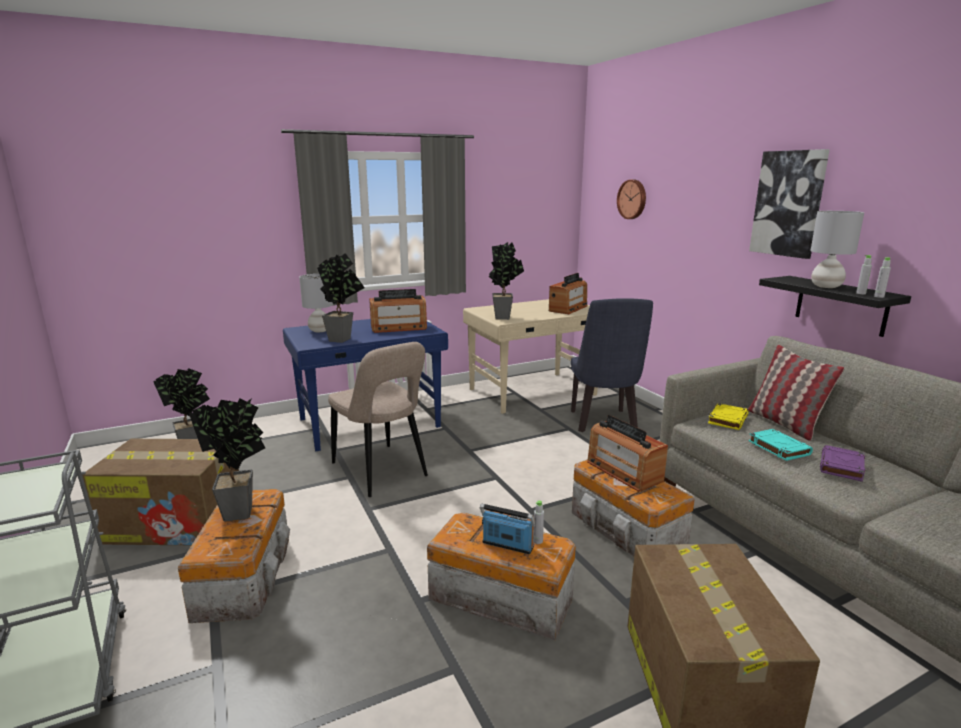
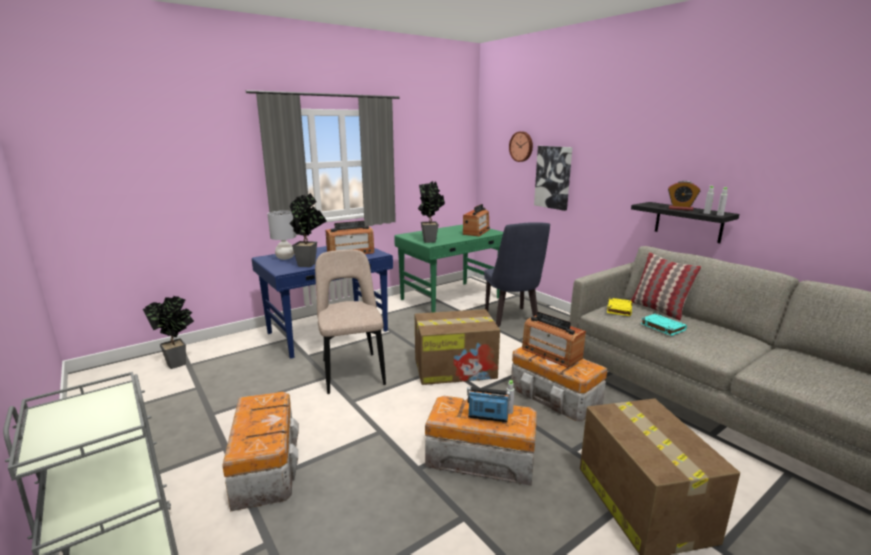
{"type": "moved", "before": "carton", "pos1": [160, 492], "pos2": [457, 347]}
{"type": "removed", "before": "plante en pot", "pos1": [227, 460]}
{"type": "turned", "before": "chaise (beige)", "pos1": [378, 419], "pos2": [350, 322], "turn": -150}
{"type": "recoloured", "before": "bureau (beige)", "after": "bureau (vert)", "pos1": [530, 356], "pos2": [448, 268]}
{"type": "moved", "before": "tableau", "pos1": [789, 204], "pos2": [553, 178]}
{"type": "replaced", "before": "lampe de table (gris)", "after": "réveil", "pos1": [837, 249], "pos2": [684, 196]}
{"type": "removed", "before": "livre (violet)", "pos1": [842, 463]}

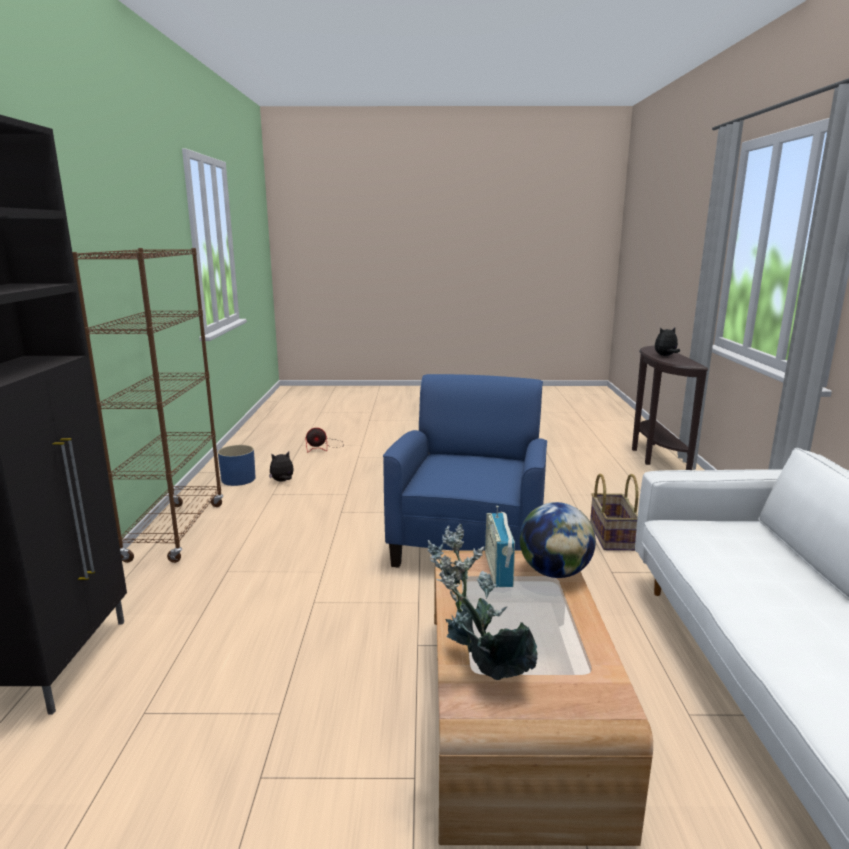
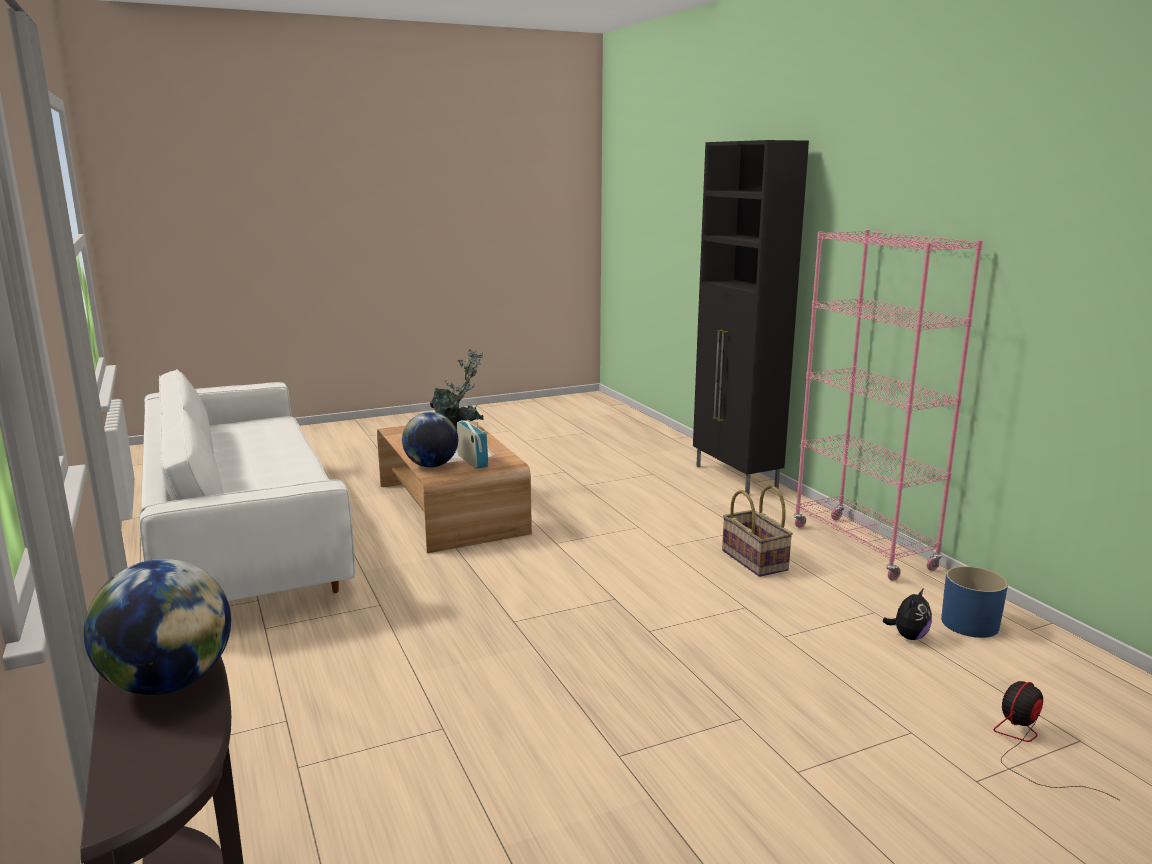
{"type": "recoloured", "before": "bibliothèque (marron)", "after": "bibliothèque (rose)", "pos1": [147, 405], "pos2": [888, 405]}
{"type": "removed", "before": "fauteuil (bleu)", "pos1": [465, 471]}
{"type": "moved", "before": "panier", "pos1": [614, 512], "pos2": [757, 531]}
{"type": "replaced", "before": "peluche", "after": "globe", "pos1": [667, 341], "pos2": [157, 627]}

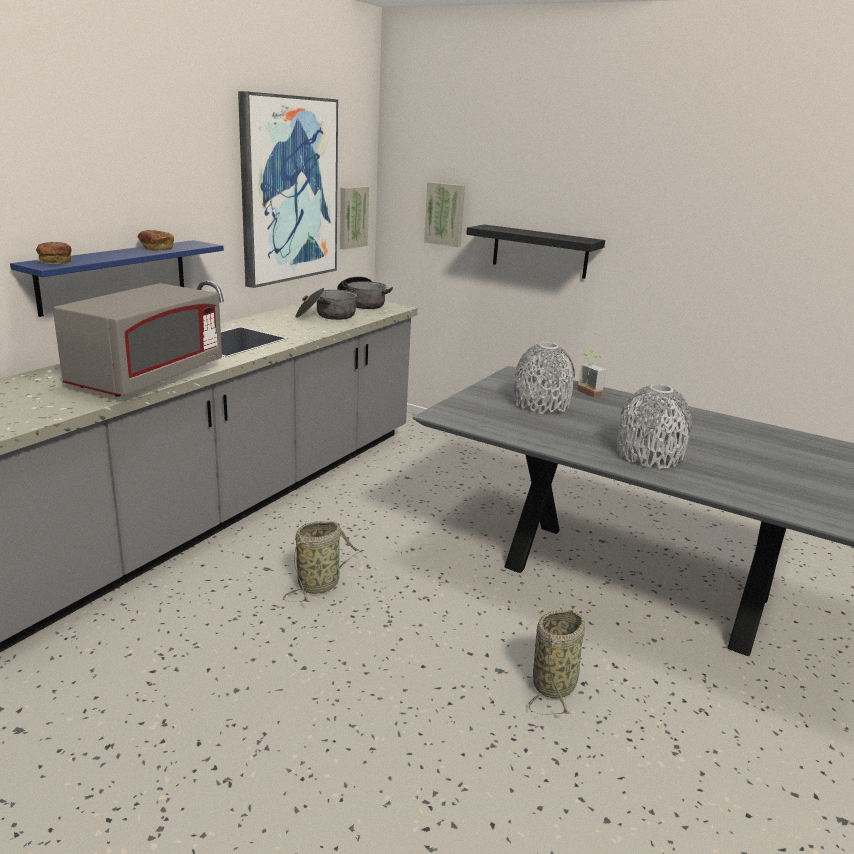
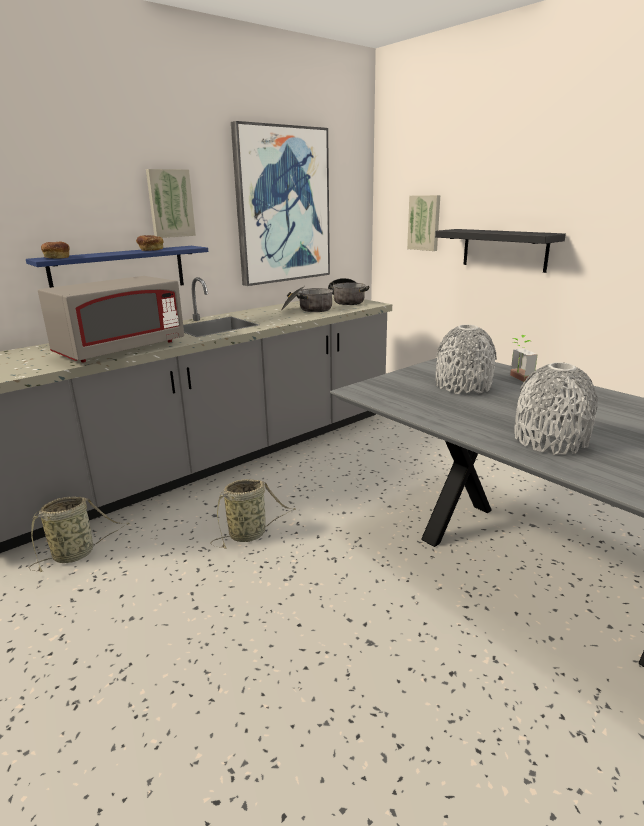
{"type": "moved", "before": "tableau", "pos1": [354, 218], "pos2": [171, 203]}
{"type": "moved", "before": "panier", "pos1": [556, 662], "pos2": [79, 534]}

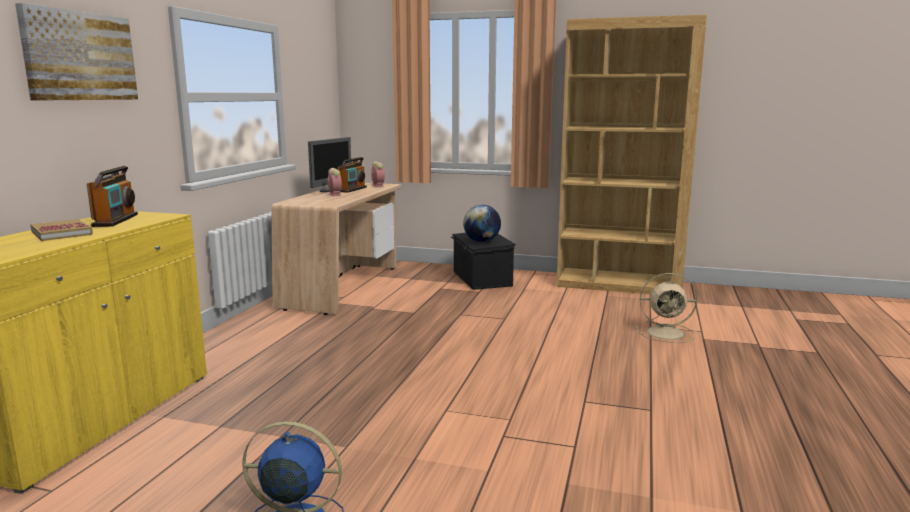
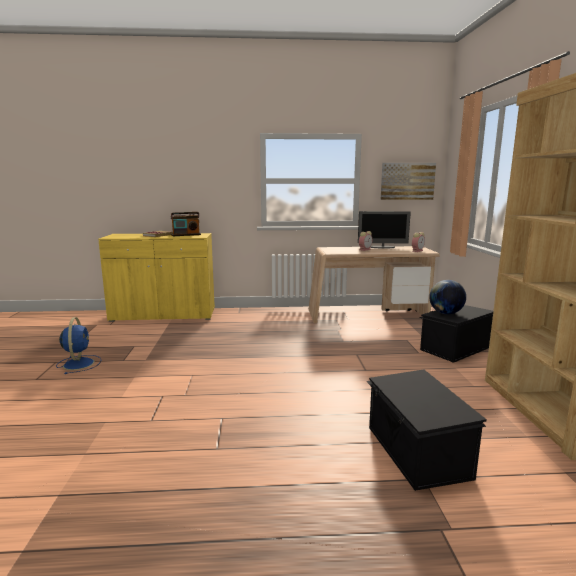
{"type": "moved", "before": "tableau", "pos1": [76, 52], "pos2": [408, 181]}
{"type": "removed", "before": "radio", "pos1": [352, 175]}
{"type": "replaced", "before": "ventilateur (beige)", "after": "boîte de rangement (noir)", "pos1": [666, 308], "pos2": [427, 430]}

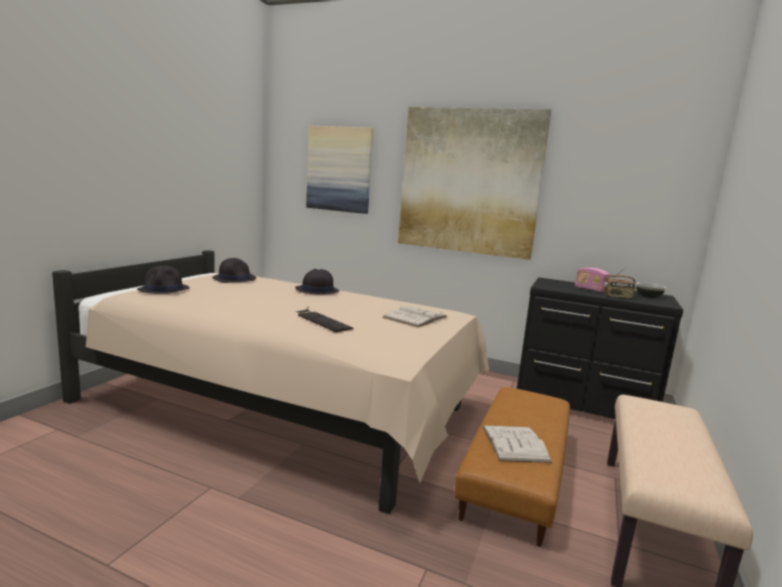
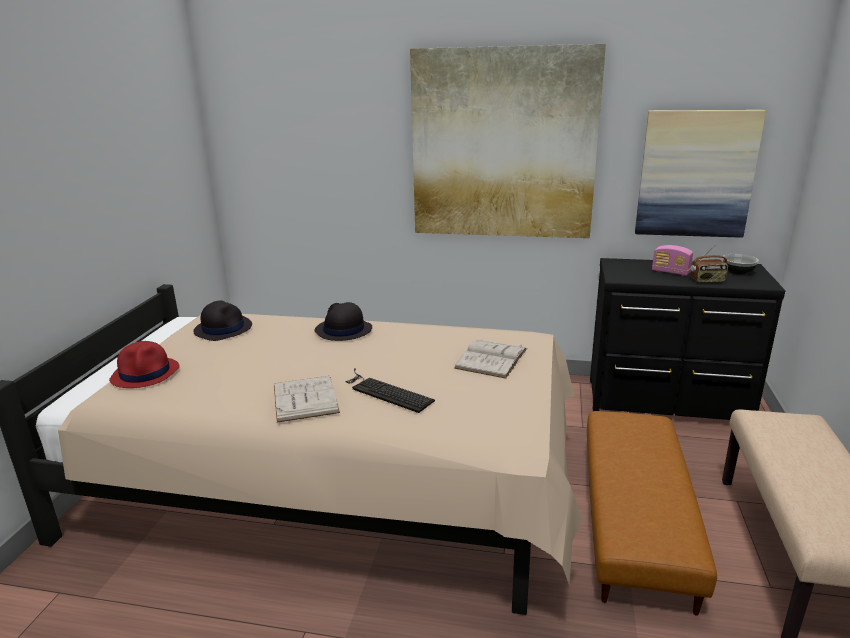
{"type": "recoloured", "before": "chapeau (noir)", "after": "chapeau (rouge)", "pos1": [163, 280], "pos2": [144, 364]}
{"type": "moved", "before": "tableau", "pos1": [339, 170], "pos2": [700, 174]}
{"type": "moved", "before": "livre (blanc)", "pos1": [517, 444], "pos2": [307, 399]}

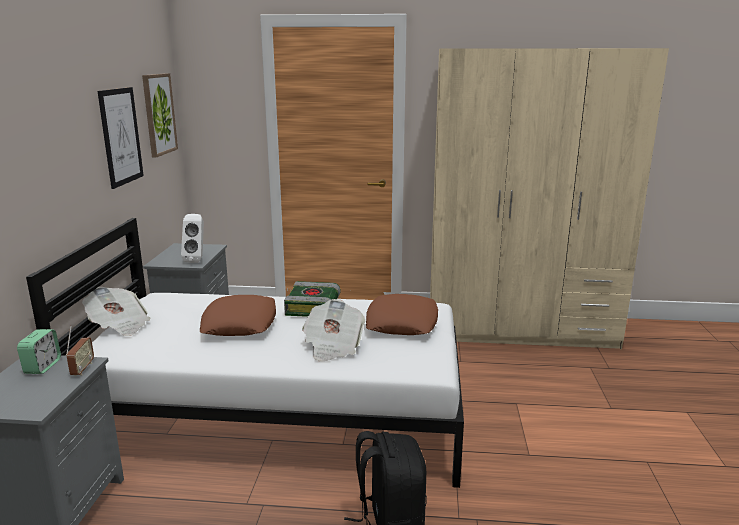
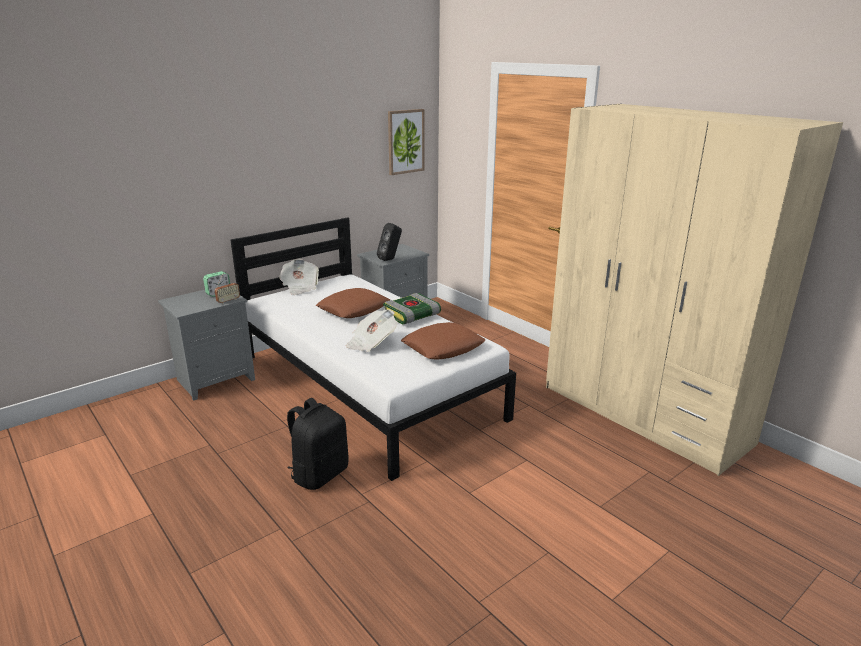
{"type": "removed", "before": "tableau", "pos1": [120, 138]}
{"type": "recoloured", "before": "enceinte (blanc)", "after": "enceinte (noir)", "pos1": [192, 238], "pos2": [389, 242]}

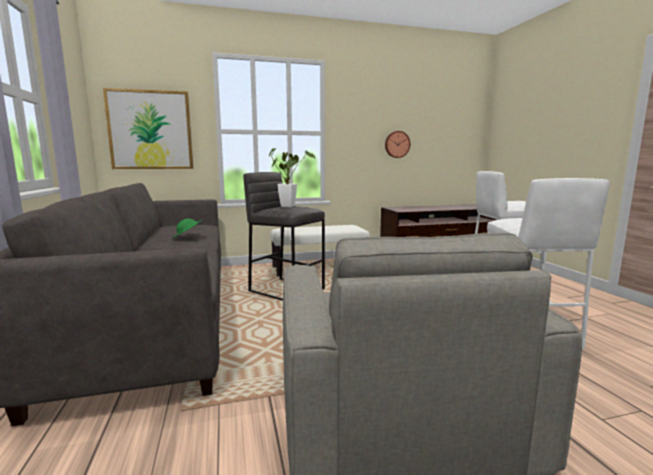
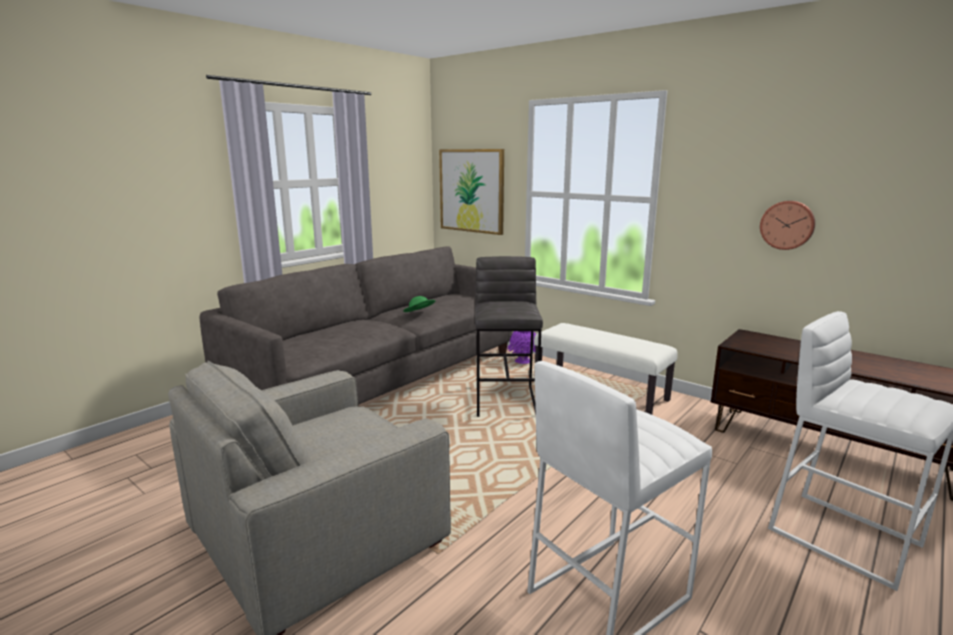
{"type": "removed", "before": "plante en pot", "pos1": [292, 177]}
{"type": "added", "after": "vase (violet)", "pos2": [521, 347]}

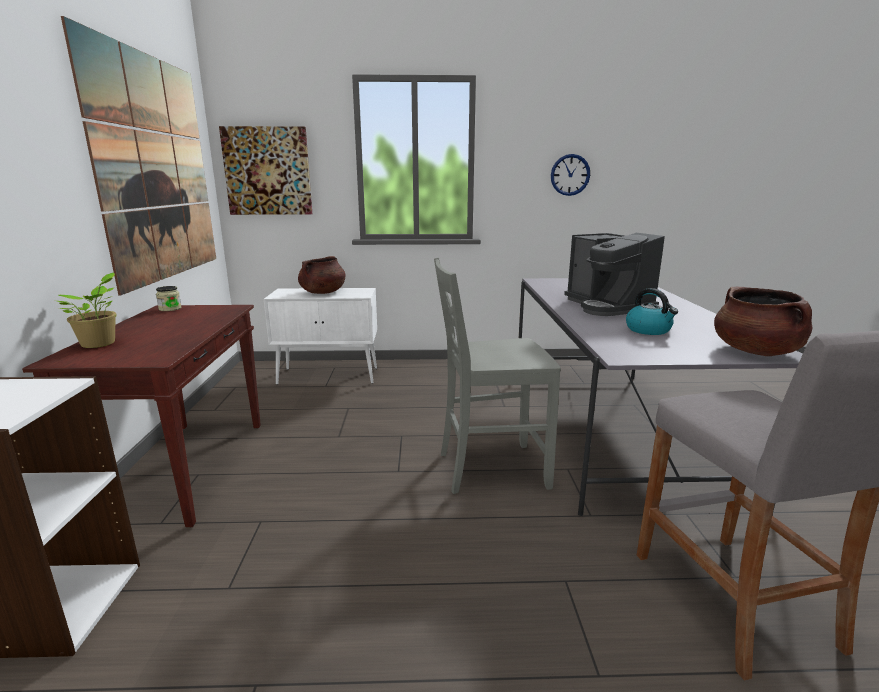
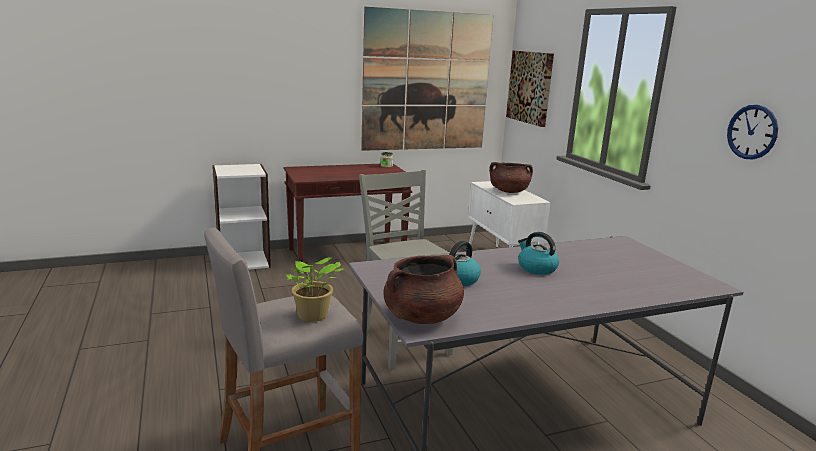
{"type": "moved", "before": "plante en pot", "pos1": [87, 310], "pos2": [314, 289]}
{"type": "replaced", "before": "machine à café", "after": "bouilloire", "pos1": [614, 274], "pos2": [538, 253]}

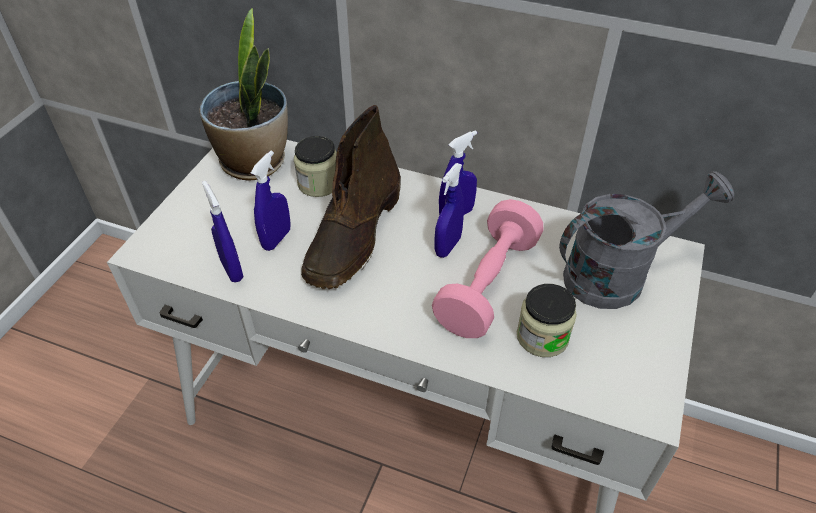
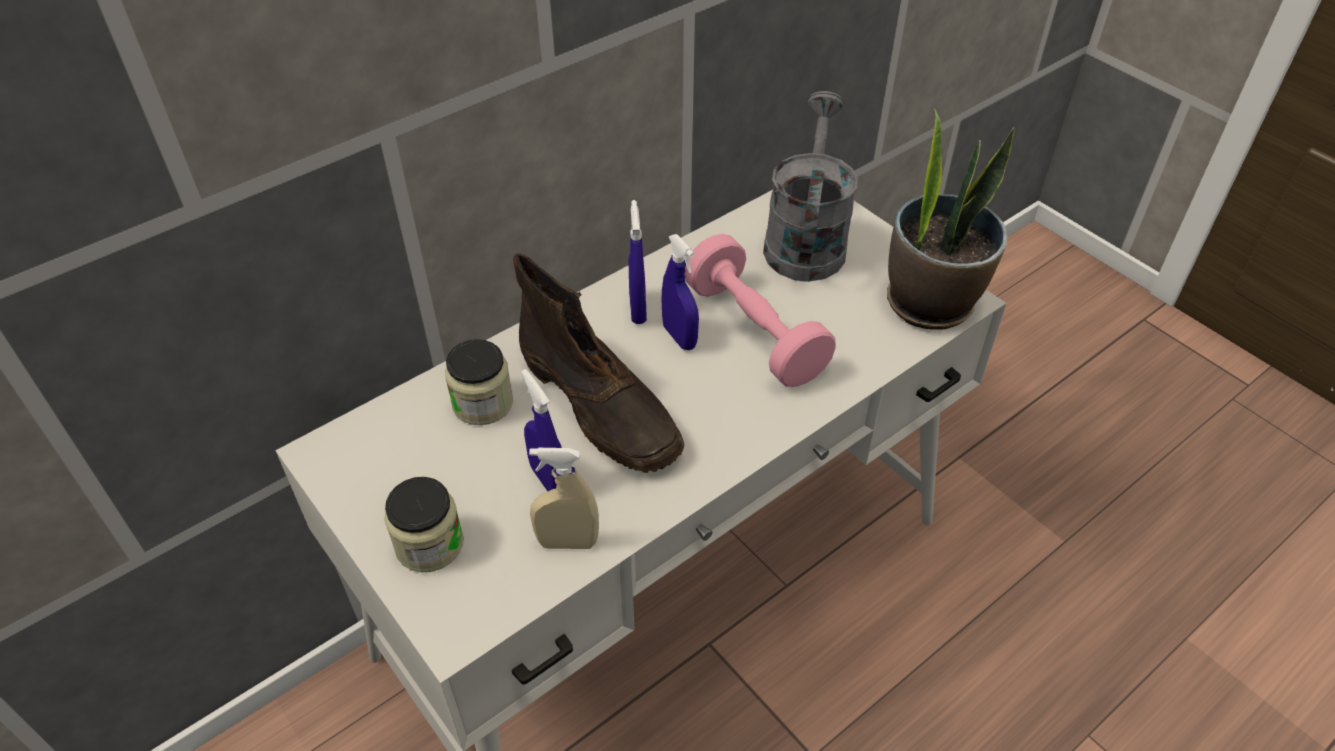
{"type": "moved", "before": "plante en pot", "pos1": [243, 94], "pos2": [951, 219]}
{"type": "recoloured", "before": "vaporisateur (bleu)", "after": "vaporisateur (beige)", "pos1": [222, 231], "pos2": [564, 498]}
{"type": "moved", "before": "bocal", "pos1": [547, 320], "pos2": [424, 524]}

